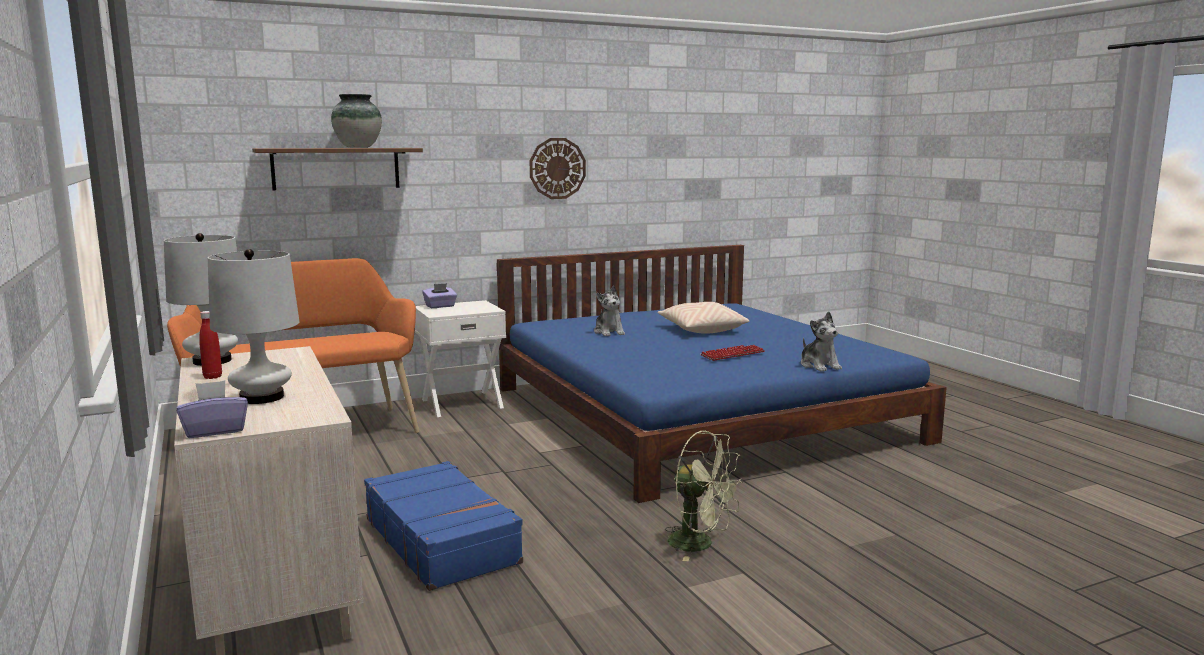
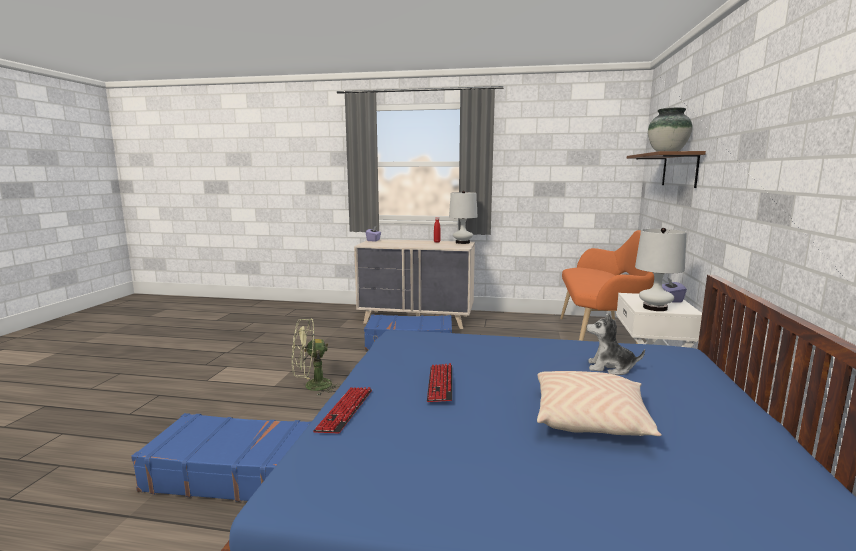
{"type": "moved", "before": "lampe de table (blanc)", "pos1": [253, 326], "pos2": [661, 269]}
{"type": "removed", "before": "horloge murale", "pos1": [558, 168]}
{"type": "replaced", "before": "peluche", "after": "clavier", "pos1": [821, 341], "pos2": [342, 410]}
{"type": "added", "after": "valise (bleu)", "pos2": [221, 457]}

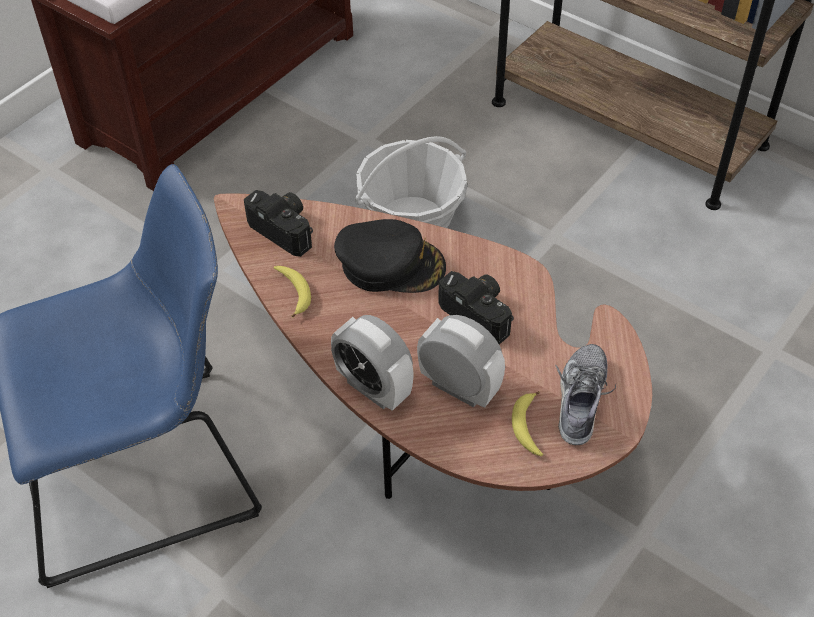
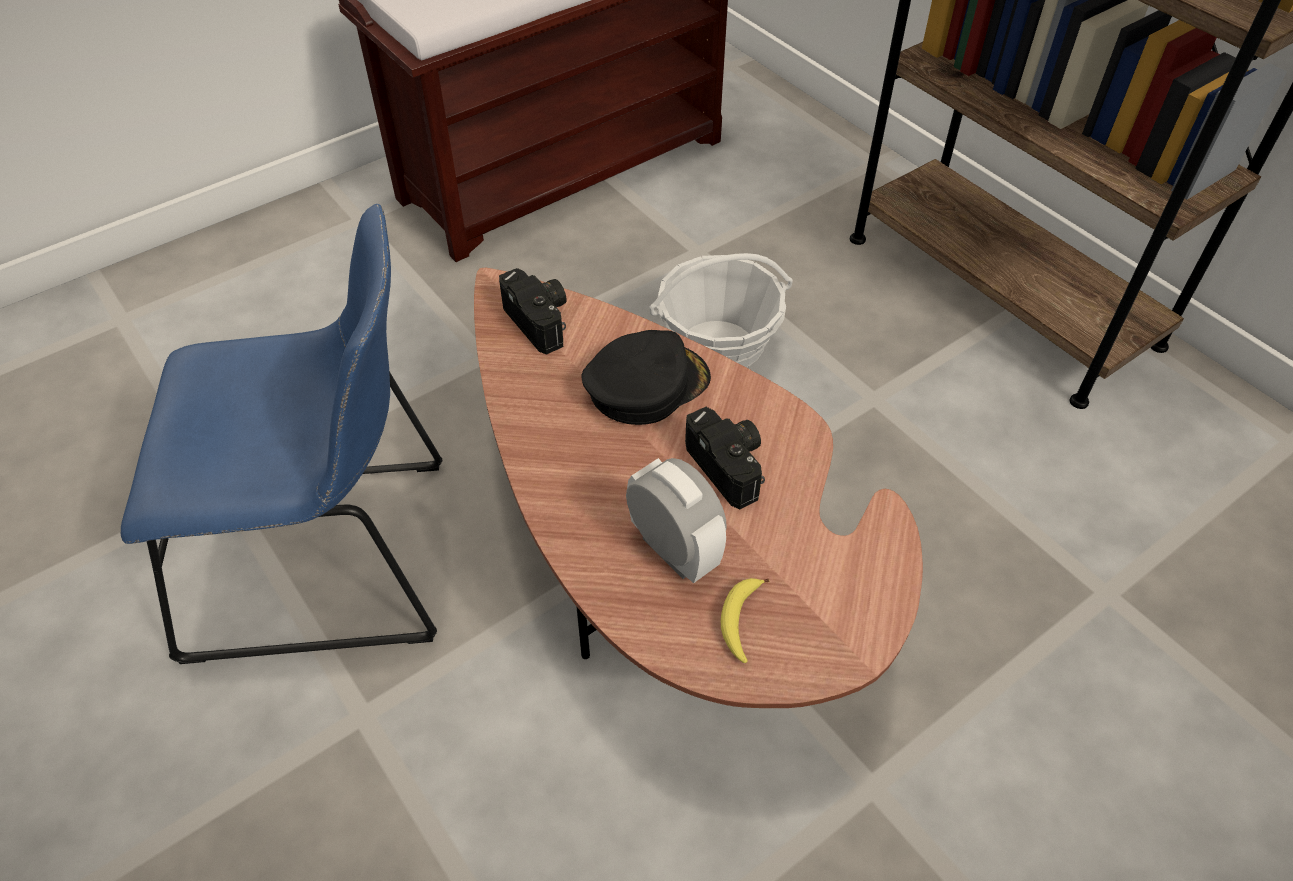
{"type": "removed", "before": "banane", "pos1": [292, 291]}
{"type": "removed", "before": "réveil", "pos1": [372, 363]}
{"type": "turned", "before": "casquette (noir)", "pos1": [390, 256], "pos2": [646, 377], "turn": -60}
{"type": "removed", "before": "chaussure", "pos1": [585, 394]}

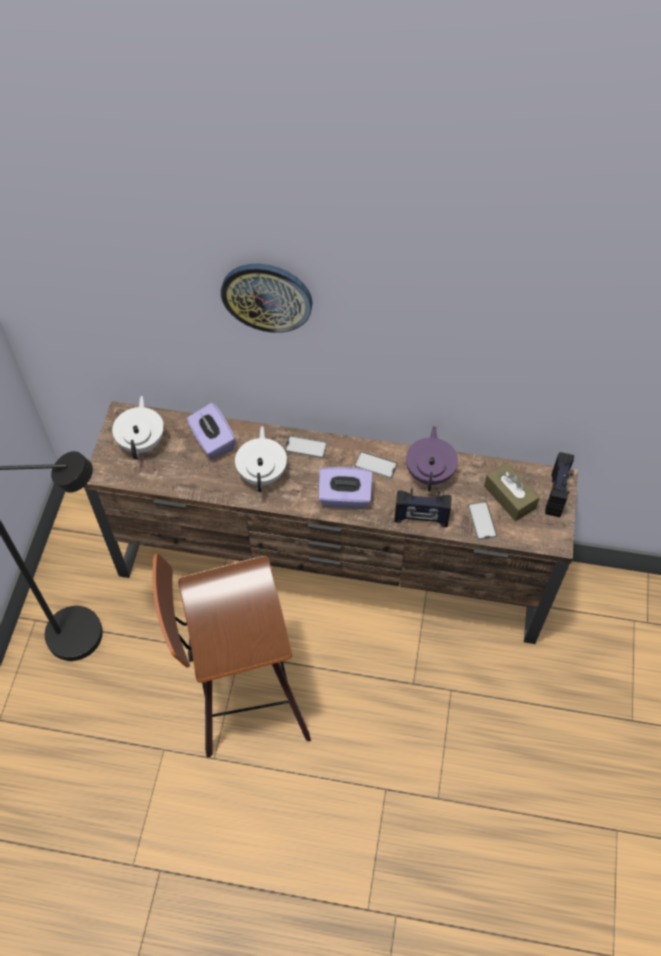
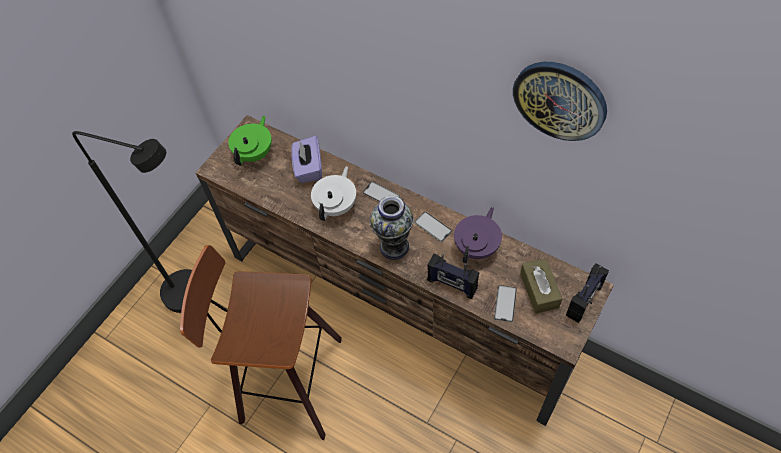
{"type": "recoloured", "before": "théière (blanc)", "after": "théière (vert)", "pos1": [138, 427], "pos2": [250, 140]}
{"type": "moved", "before": "horloge murale", "pos1": [266, 298], "pos2": [560, 101]}
{"type": "replaced", "before": "boîte à mouchoirs (violet)", "after": "vase", "pos1": [345, 487], "pos2": [392, 228]}

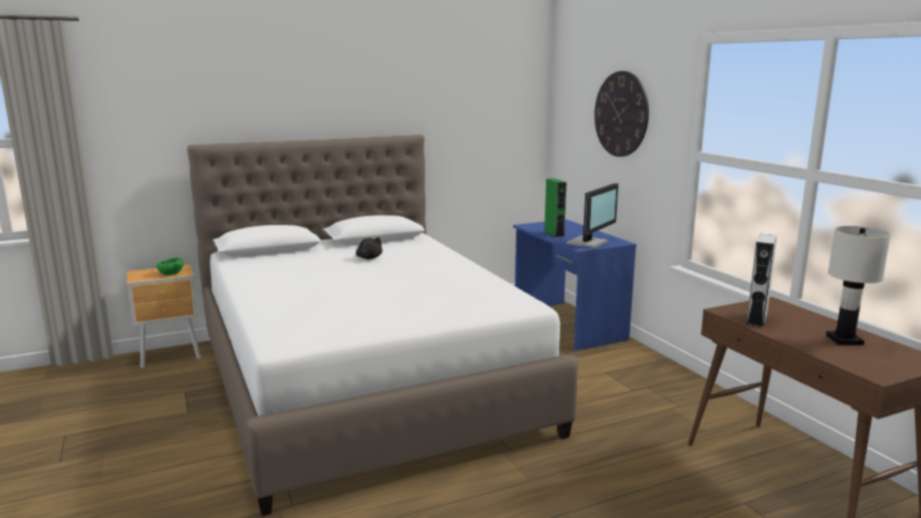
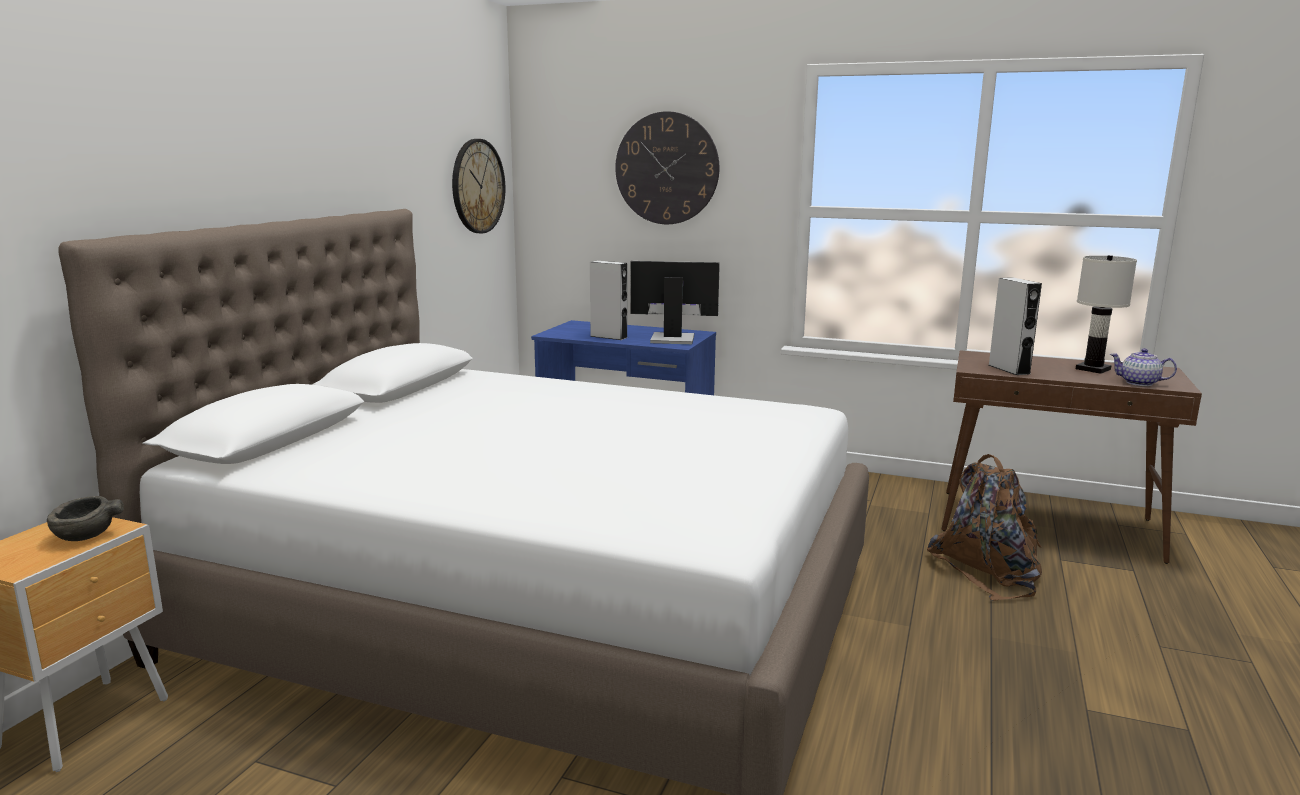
{"type": "recoloured", "before": "bol (vert)", "after": "bol (gris)", "pos1": [170, 266], "pos2": [85, 518]}
{"type": "removed", "before": "peluche (noir)", "pos1": [369, 248]}
{"type": "recoloured", "before": "enceinte (vert)", "after": "enceinte (gris)", "pos1": [555, 207], "pos2": [609, 300]}
{"type": "turned", "before": "écran d'ordinateur", "pos1": [592, 215], "pos2": [675, 302], "turn": -75}
{"type": "added", "after": "horloge murale", "pos2": [478, 186]}
{"type": "added", "after": "sac à dos (marron)", "pos2": [984, 527]}
{"type": "added", "after": "théière", "pos2": [1143, 367]}

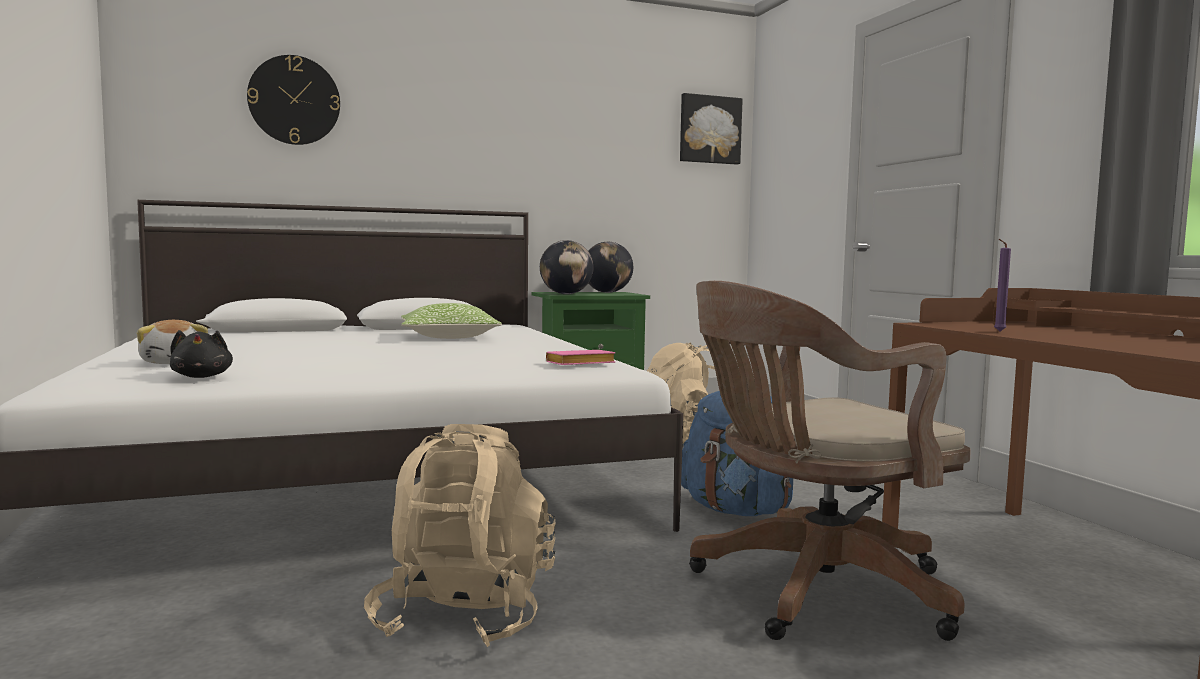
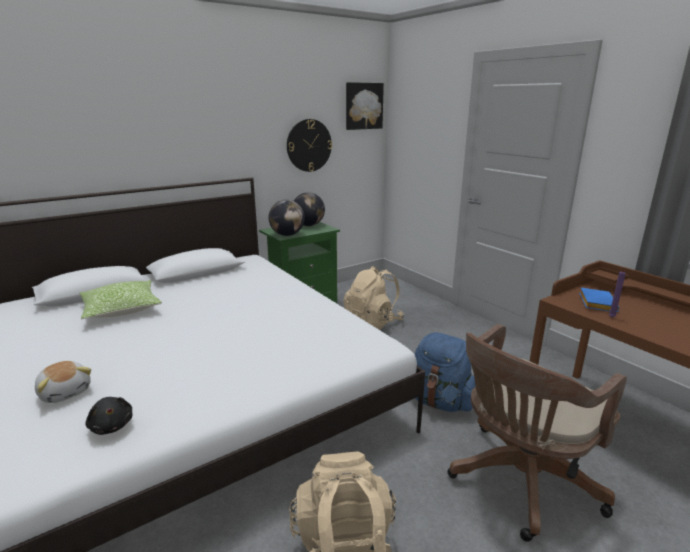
{"type": "moved", "before": "horloge murale", "pos1": [293, 100], "pos2": [309, 145]}
{"type": "moved", "before": "coussin", "pos1": [451, 321], "pos2": [121, 299]}
{"type": "removed", "before": "livre (rose)", "pos1": [580, 357]}
{"type": "added", "after": "livre (bleu)", "pos2": [599, 300]}

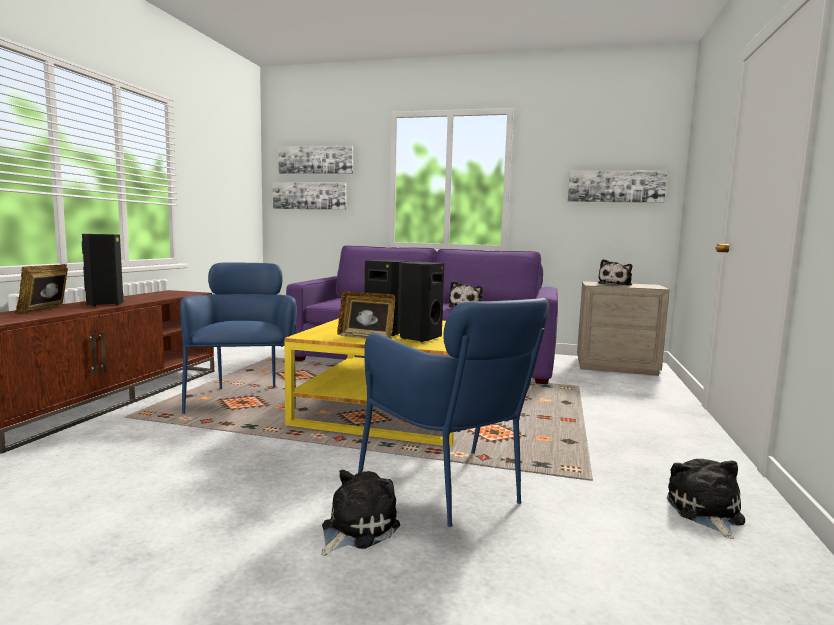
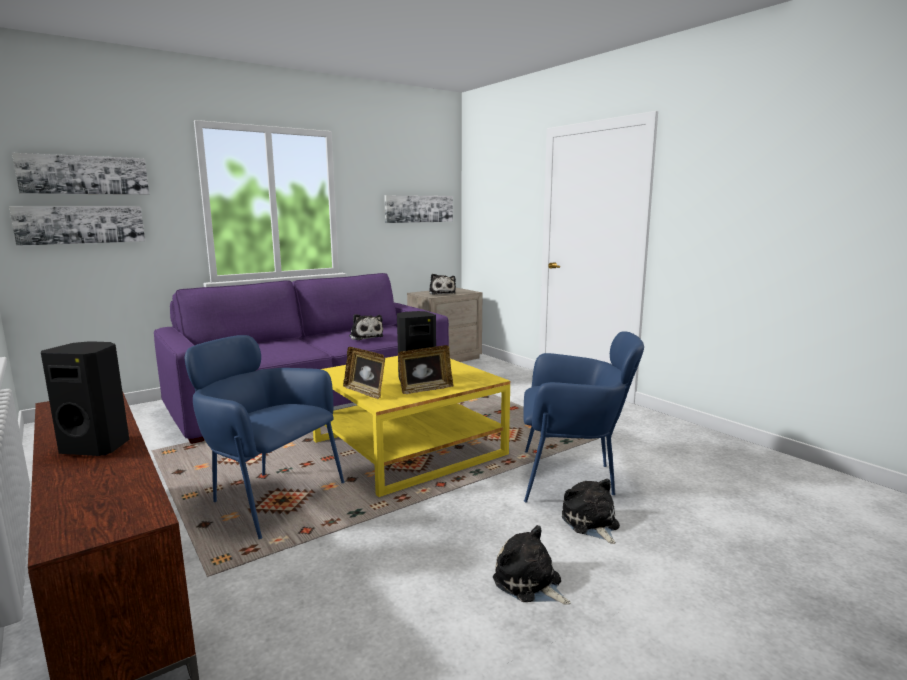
{"type": "moved", "before": "cadre photo", "pos1": [41, 289], "pos2": [364, 373]}
{"type": "removed", "before": "enceinte (noir)", "pos1": [422, 302]}
{"type": "moved", "before": "peluche", "pos1": [706, 499], "pos2": [532, 565]}

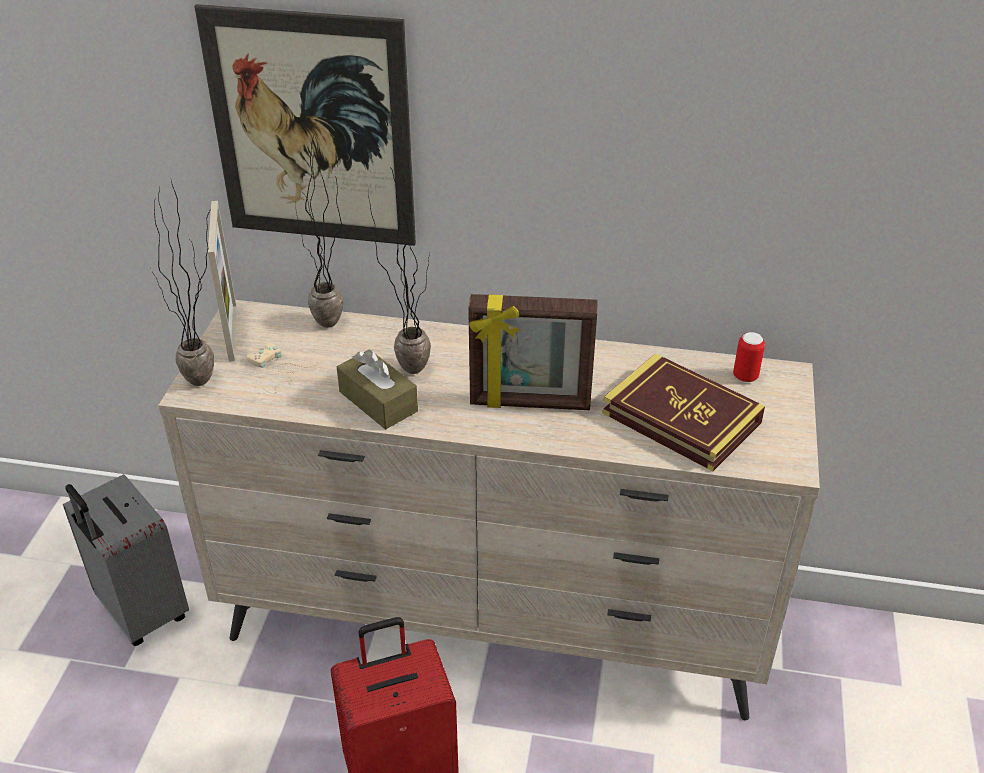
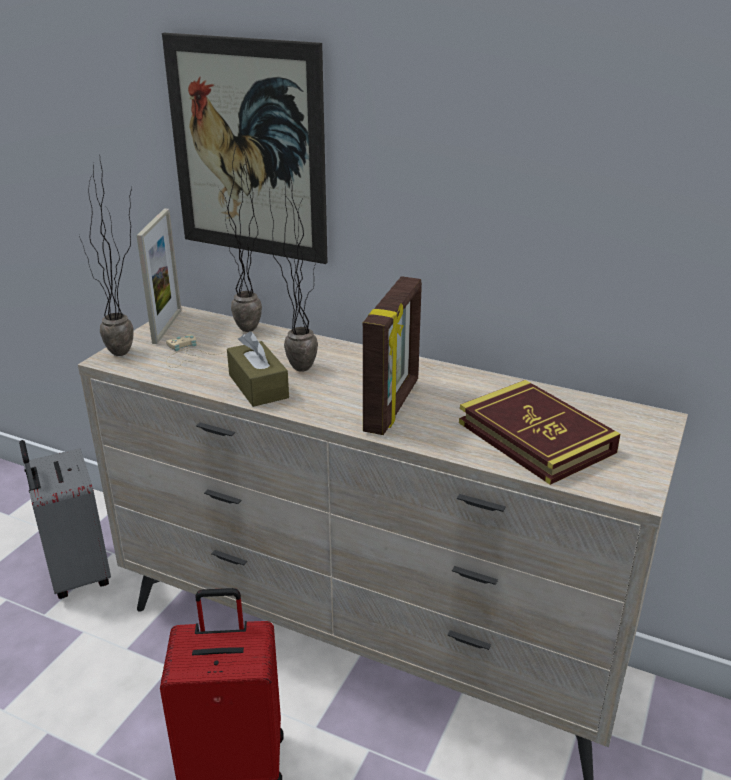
{"type": "turned", "before": "cadre photo", "pos1": [532, 352], "pos2": [392, 355], "turn": -90}
{"type": "removed", "before": "boîte métallique", "pos1": [749, 357]}

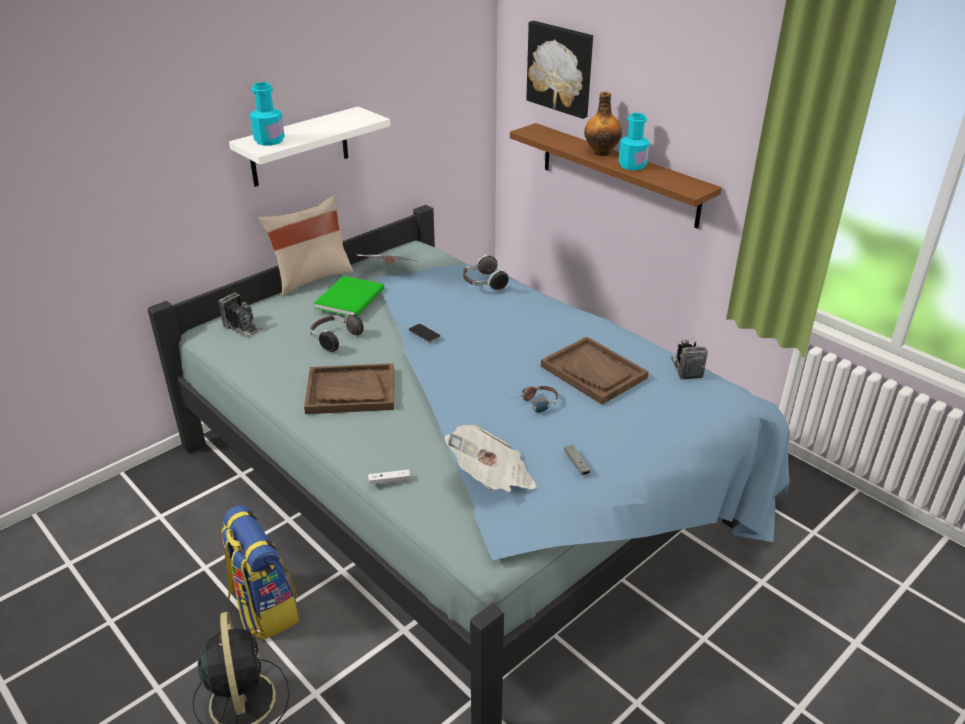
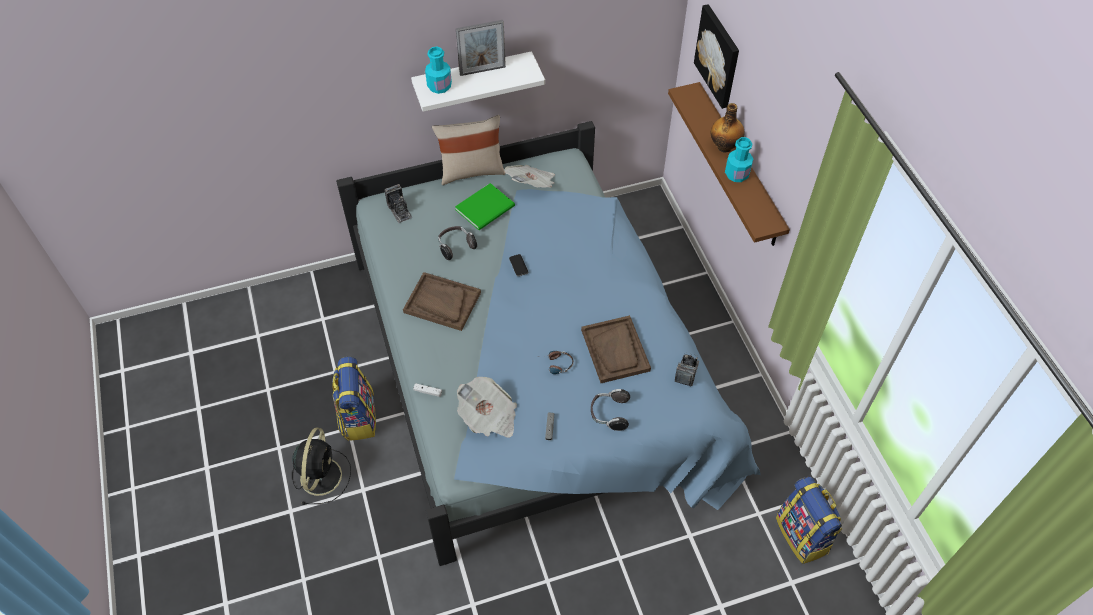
{"type": "moved", "before": "casque audio", "pos1": [486, 273], "pos2": [610, 410]}
{"type": "added", "after": "cadre photo", "pos2": [481, 48]}
{"type": "added", "after": "sac à dos", "pos2": [809, 520]}

